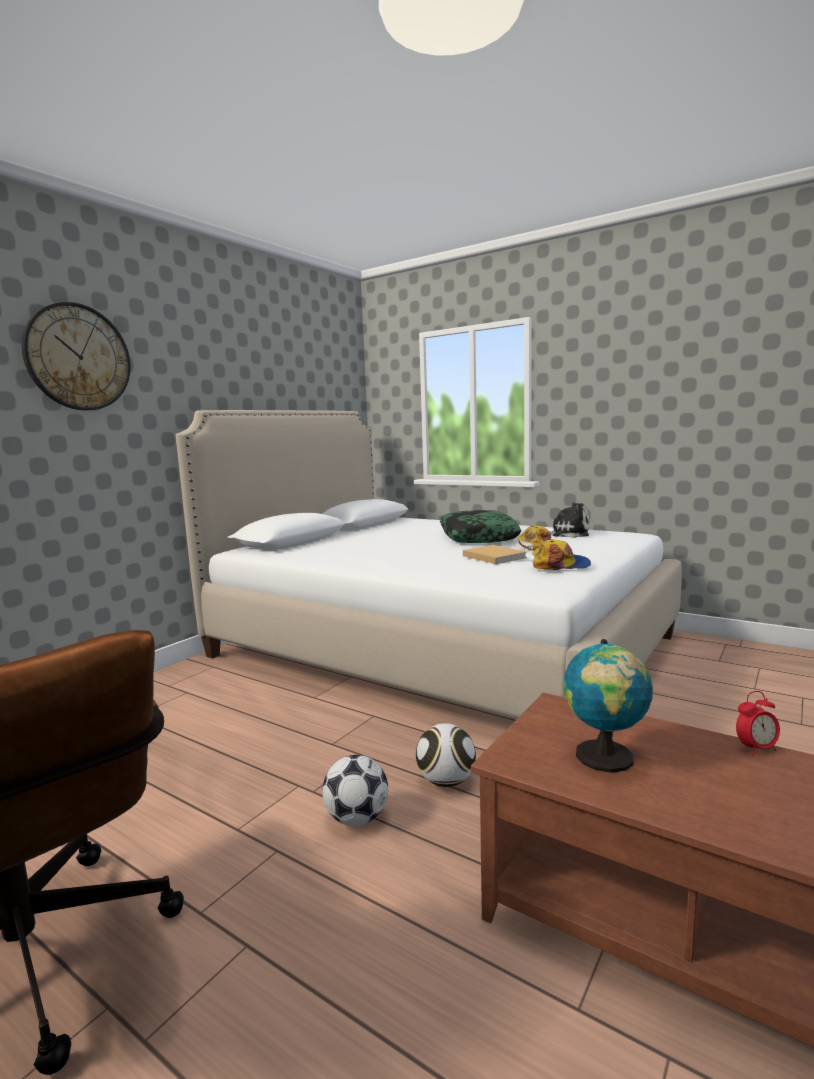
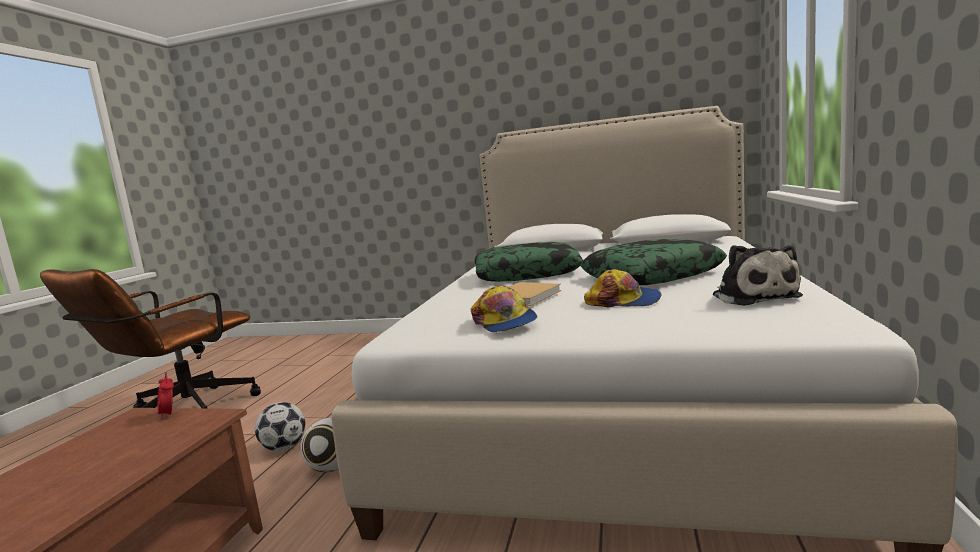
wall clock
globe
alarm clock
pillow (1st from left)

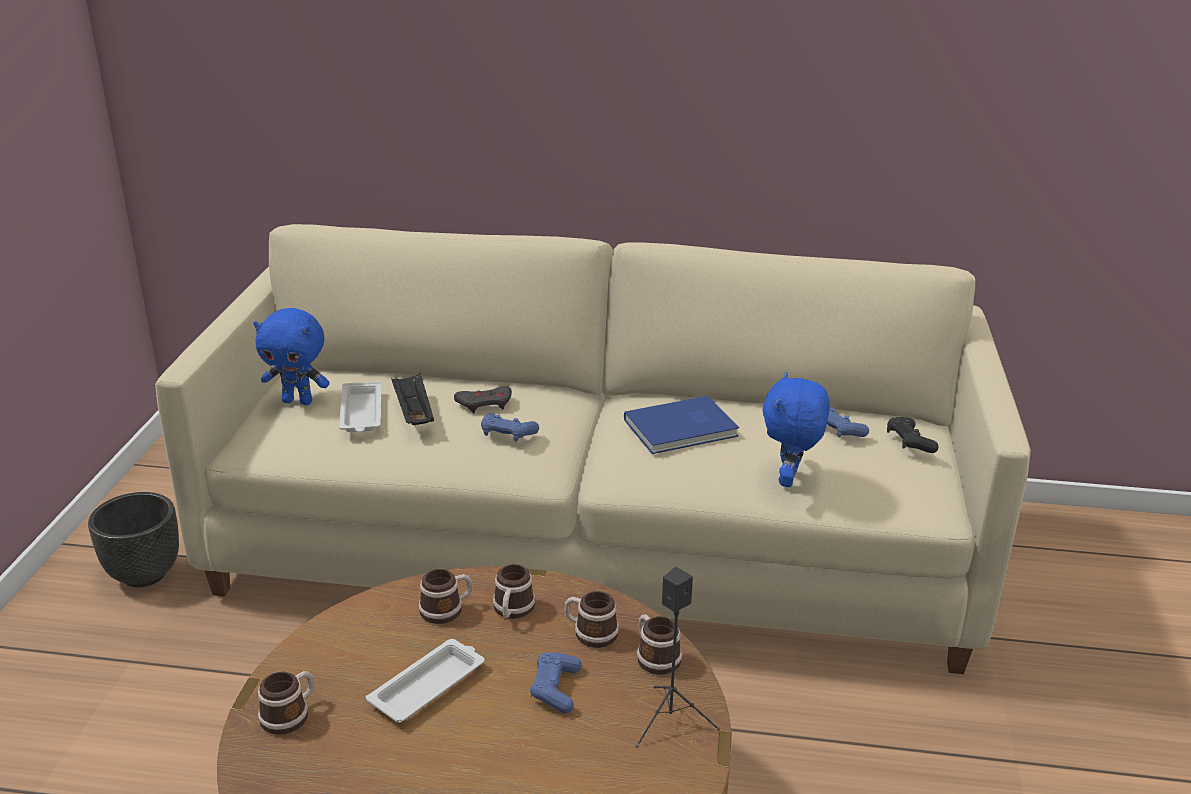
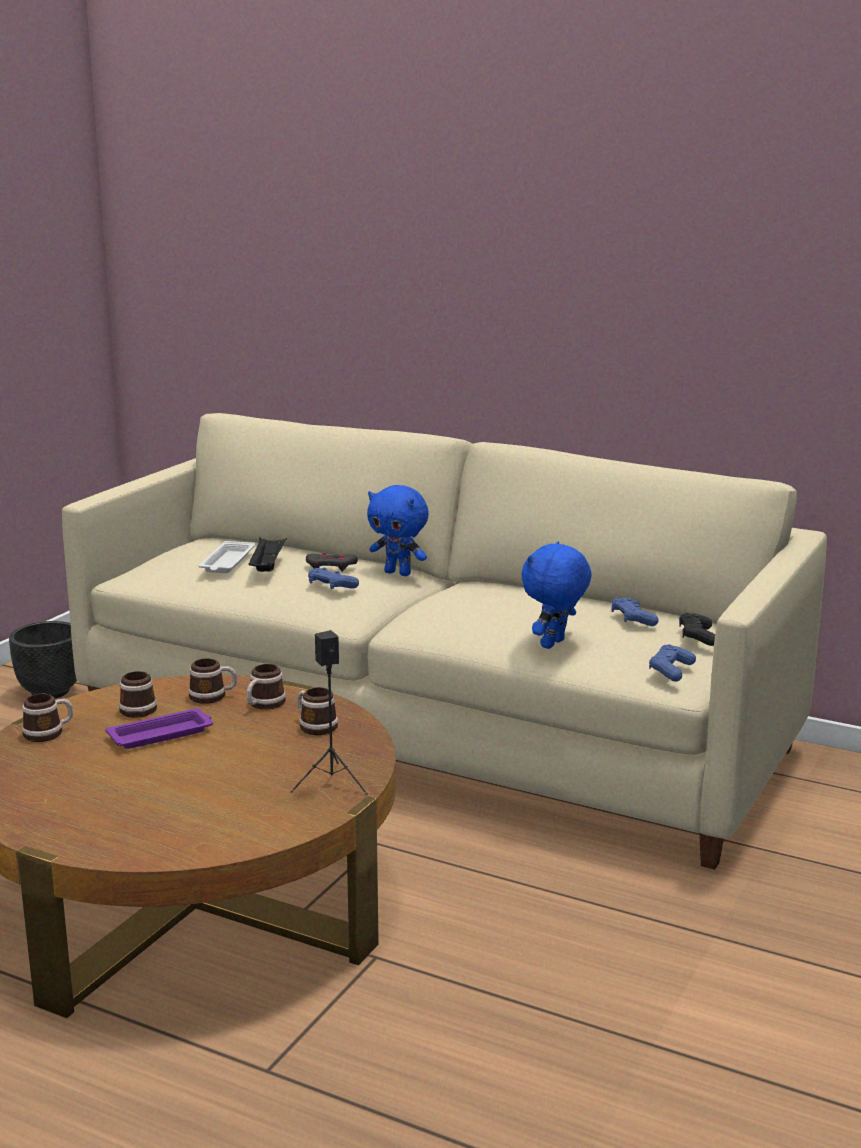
plush toy (blue) (1st from left)
book (blue)
mug (2nd from left)
tray (purple)
game controller (blue) (3rd from left)

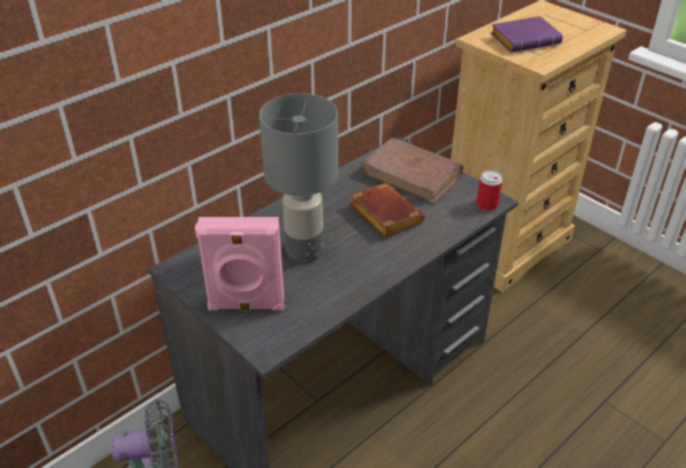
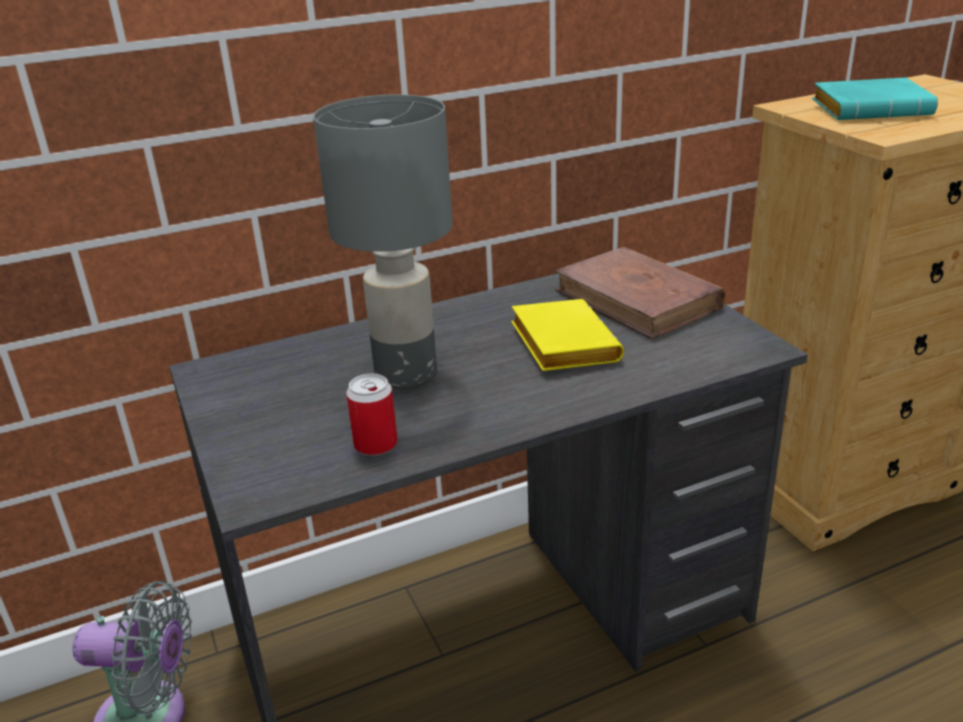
book (turquoise)
can
book (yellow)
speaker (pink)

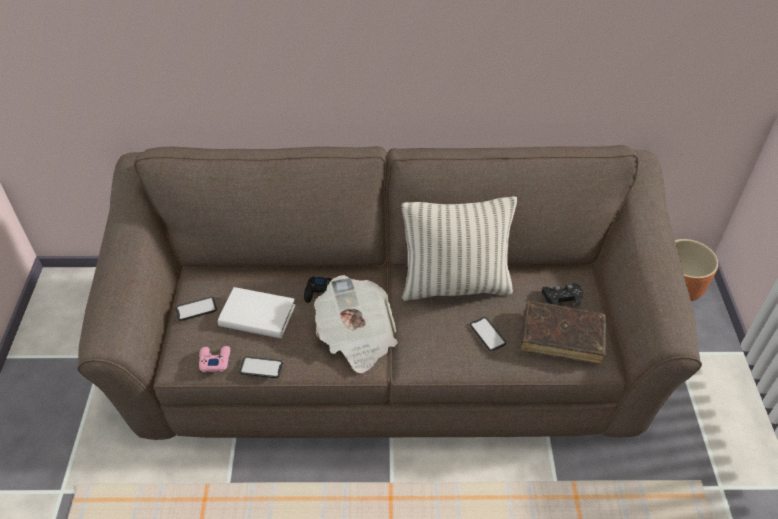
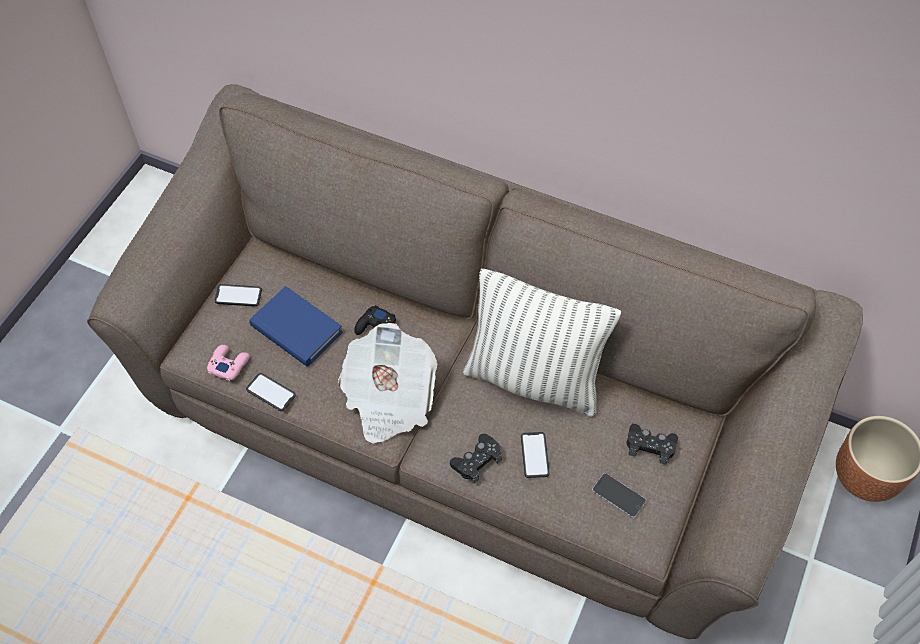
book (blue)
phone (4th from left)
game controller (black) (2nd from left)

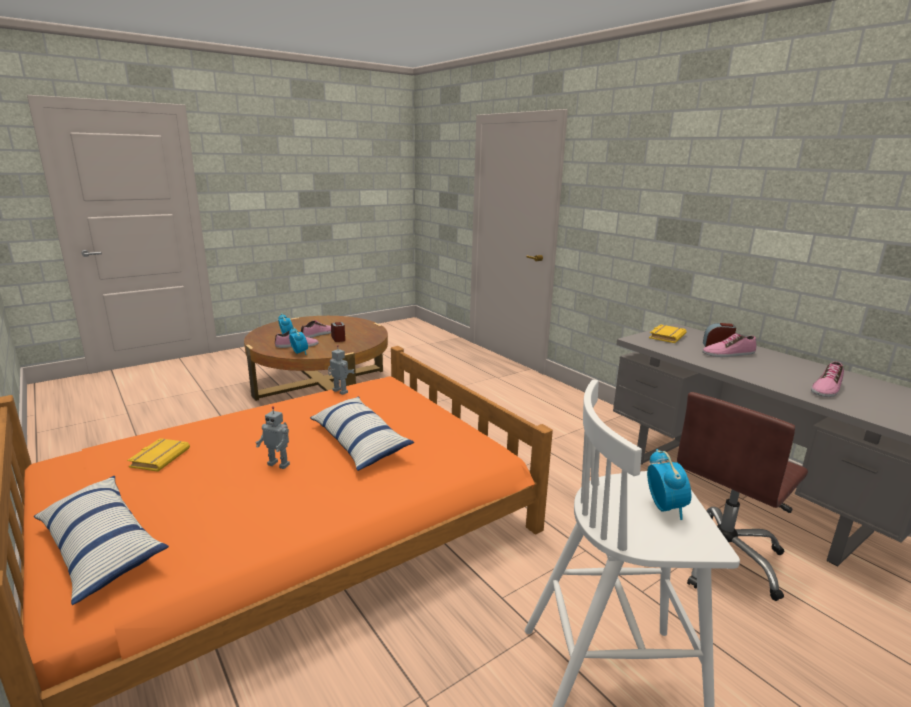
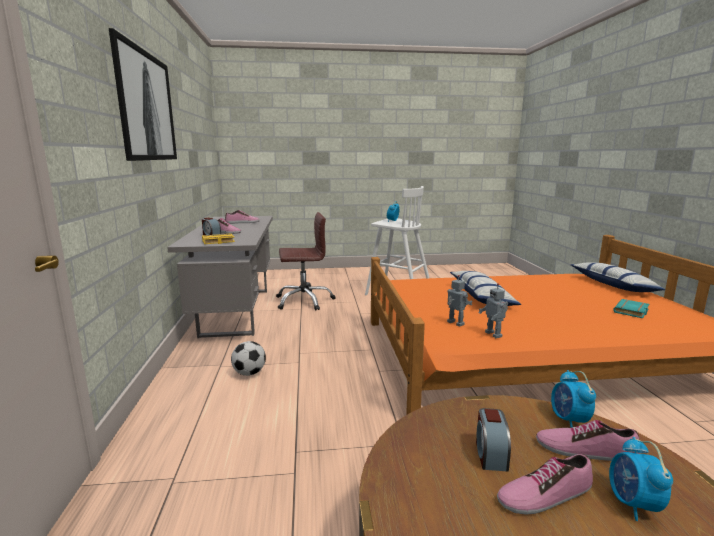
toy robot (1st from left)
book (turquoise)
picture
football

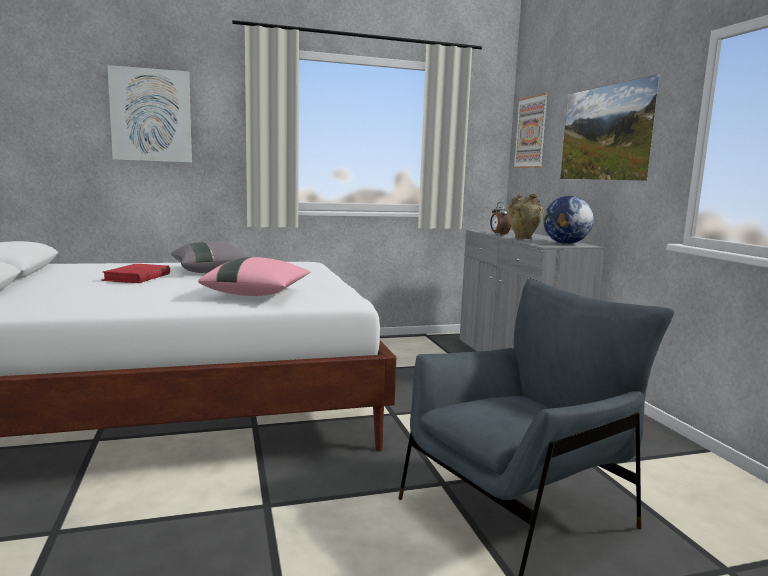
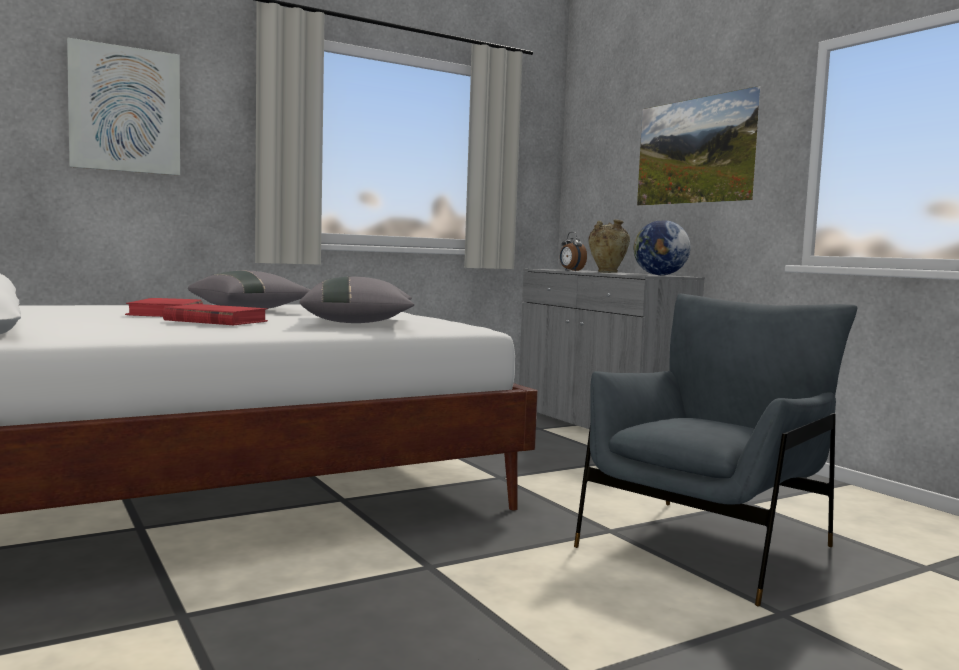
picture (2nd from left in the first image)
pillow (grey) (2nd from left)
book (red) (2nd from left)

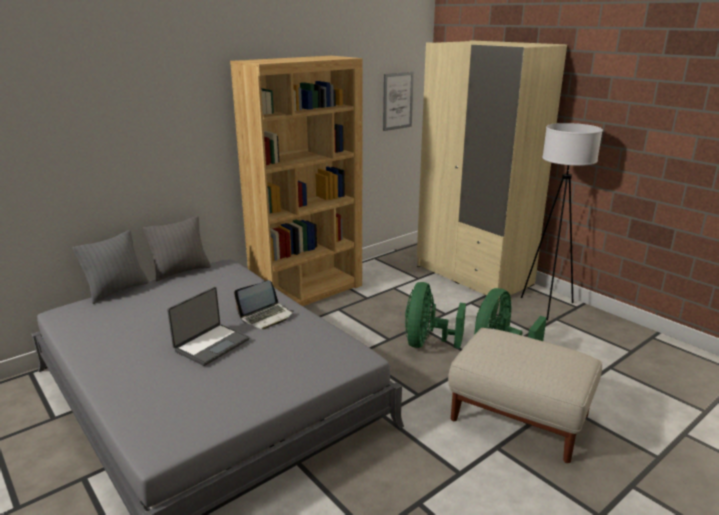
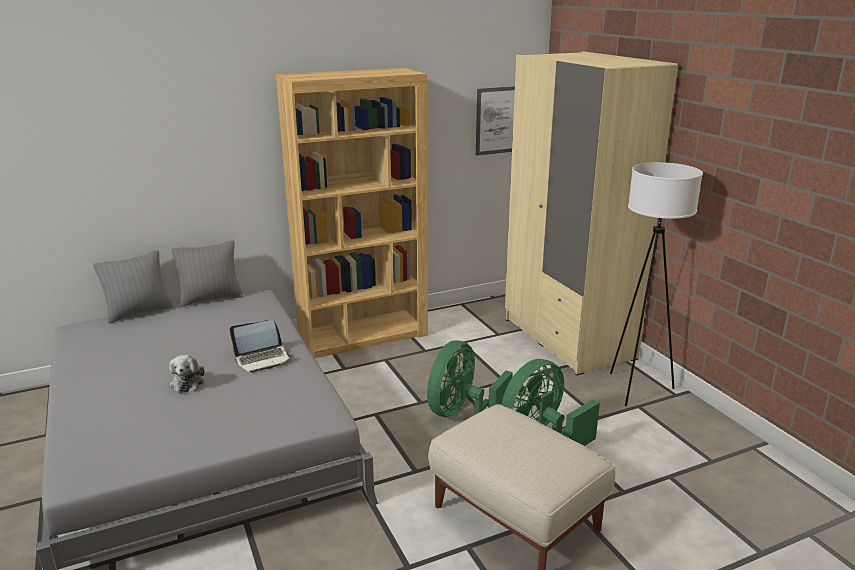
plush toy

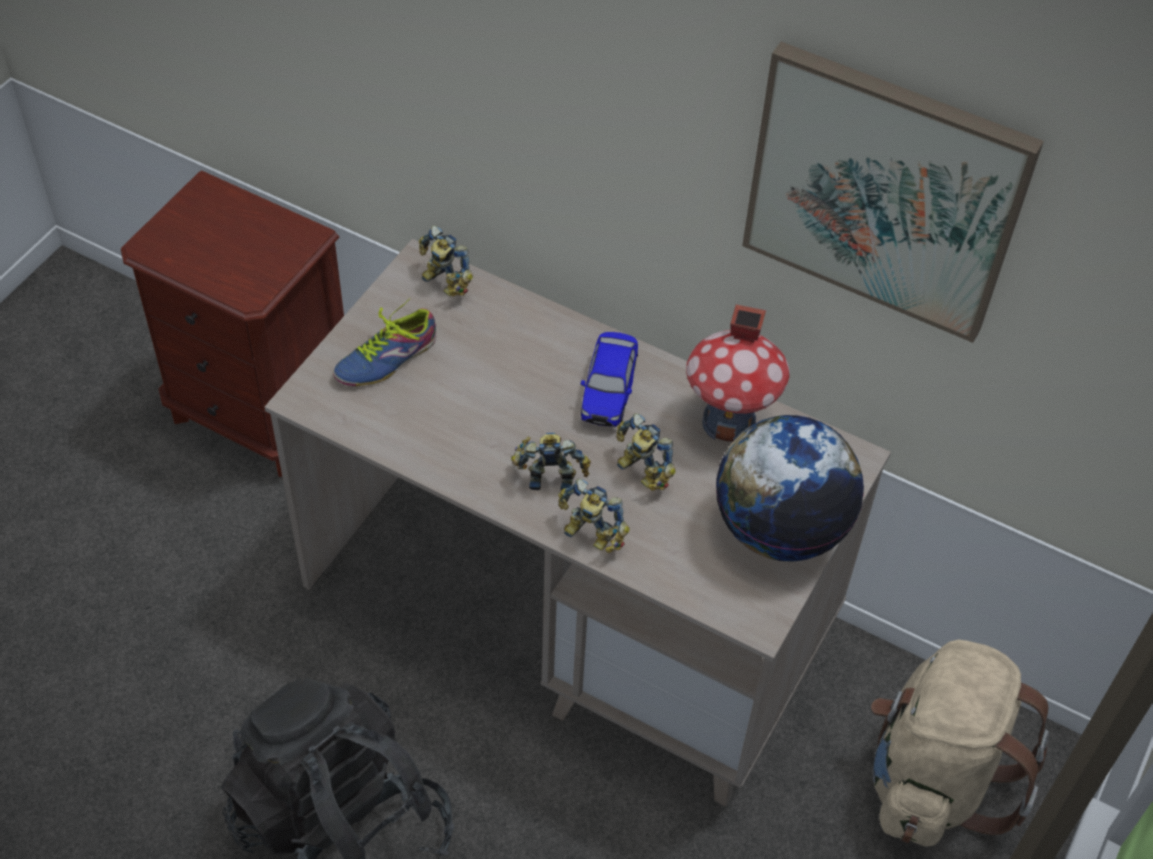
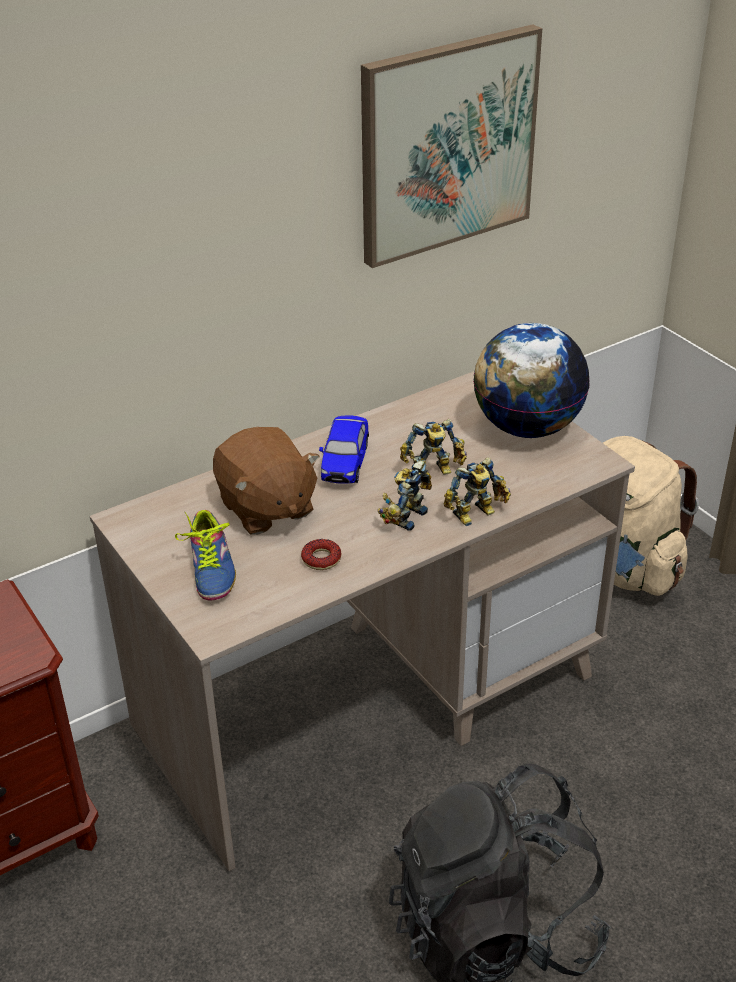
toy robot (1st from left in the first image)
toy house
toy car
plush toy (brown)
donut

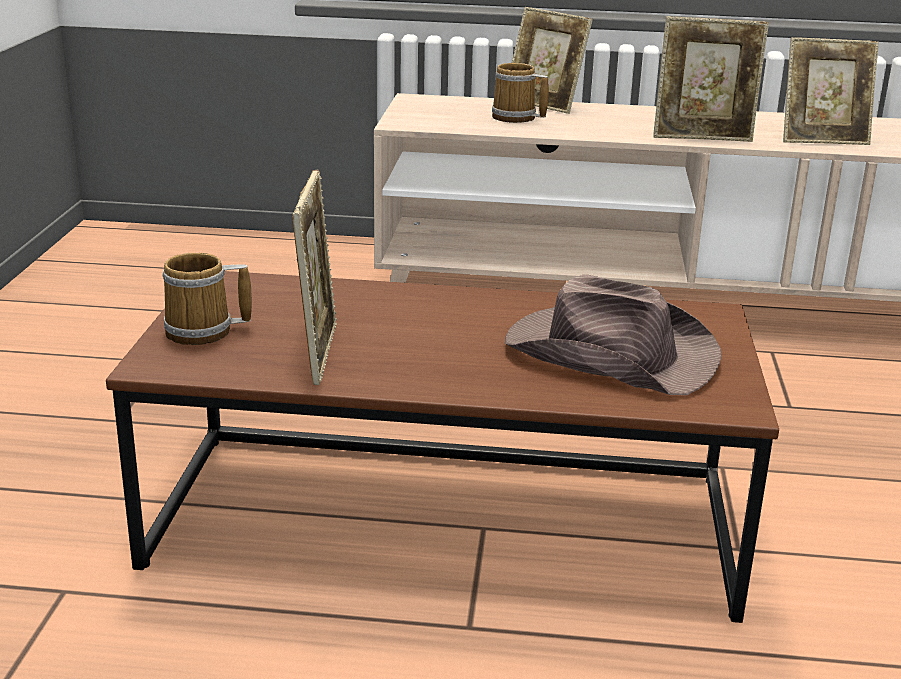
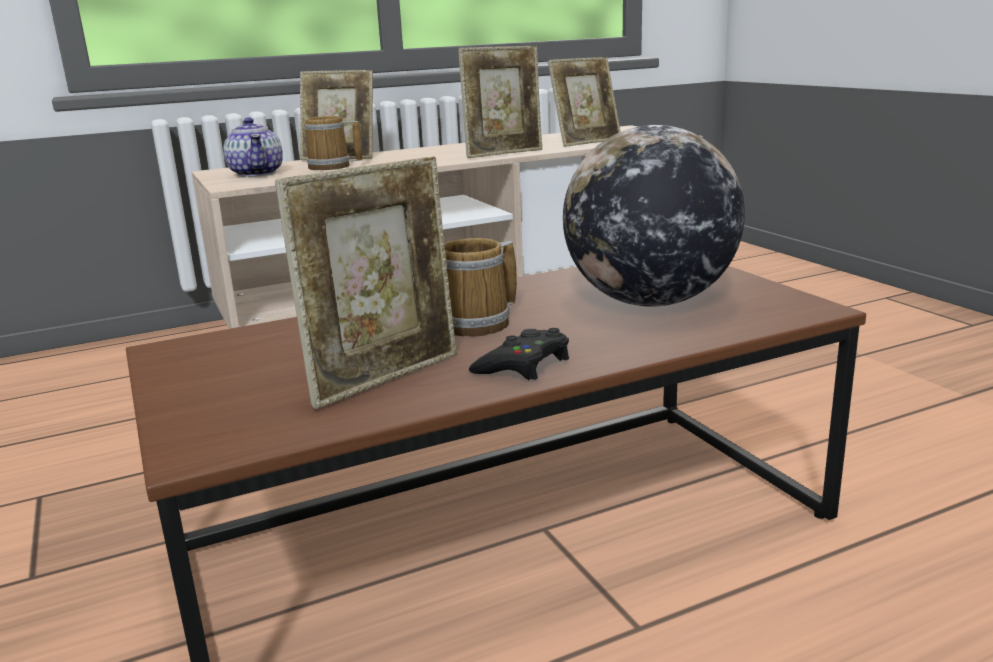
picture frame (2nd from left)
mug (2nd from left)
globe
teapot
game controller (black)

